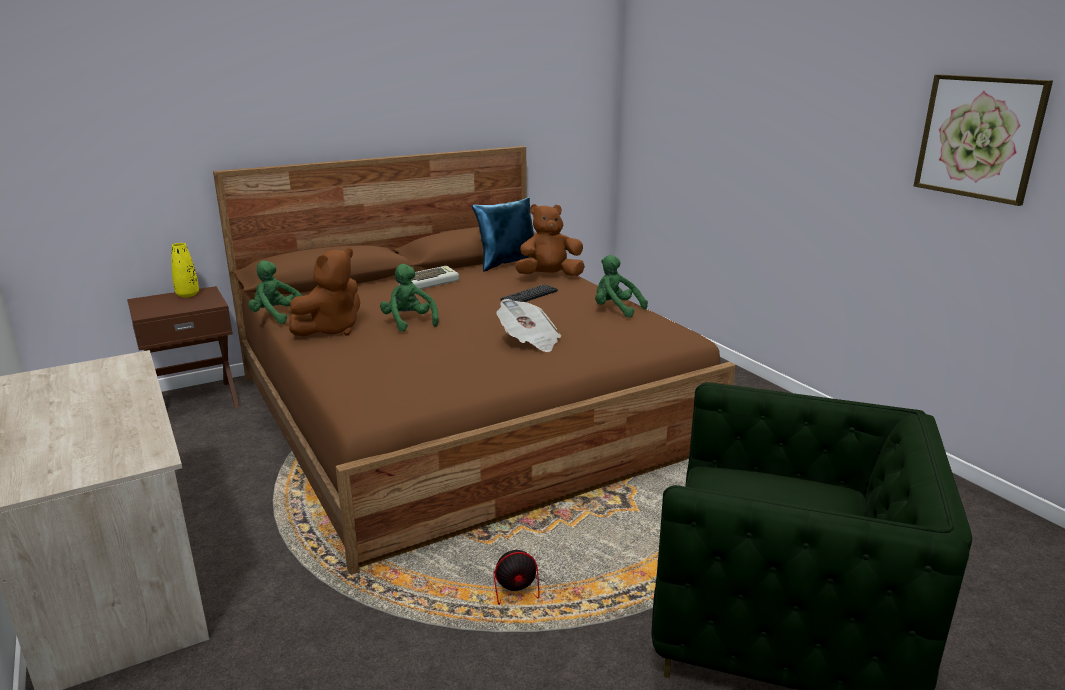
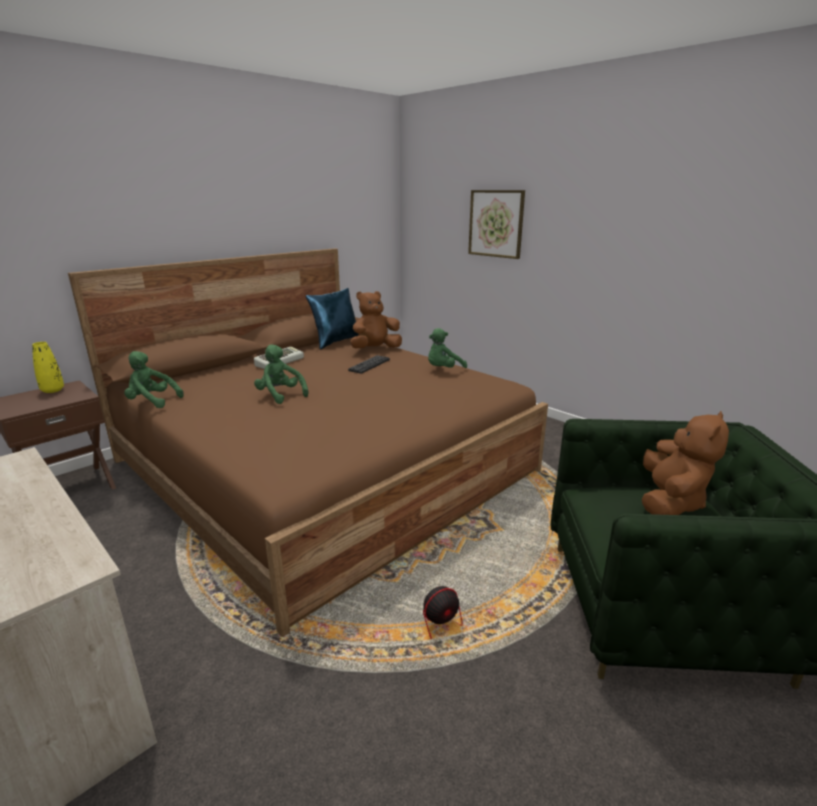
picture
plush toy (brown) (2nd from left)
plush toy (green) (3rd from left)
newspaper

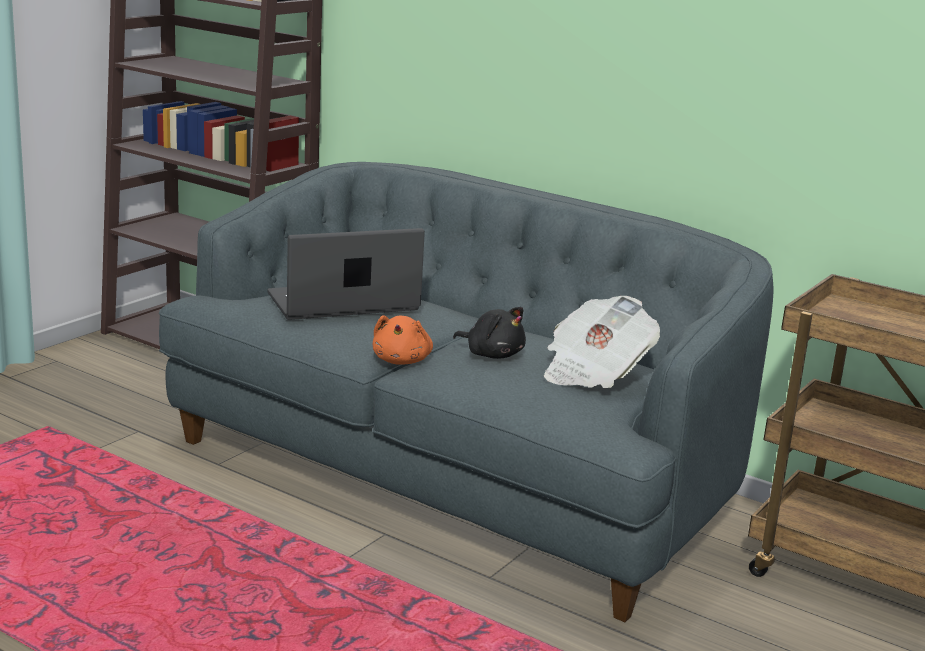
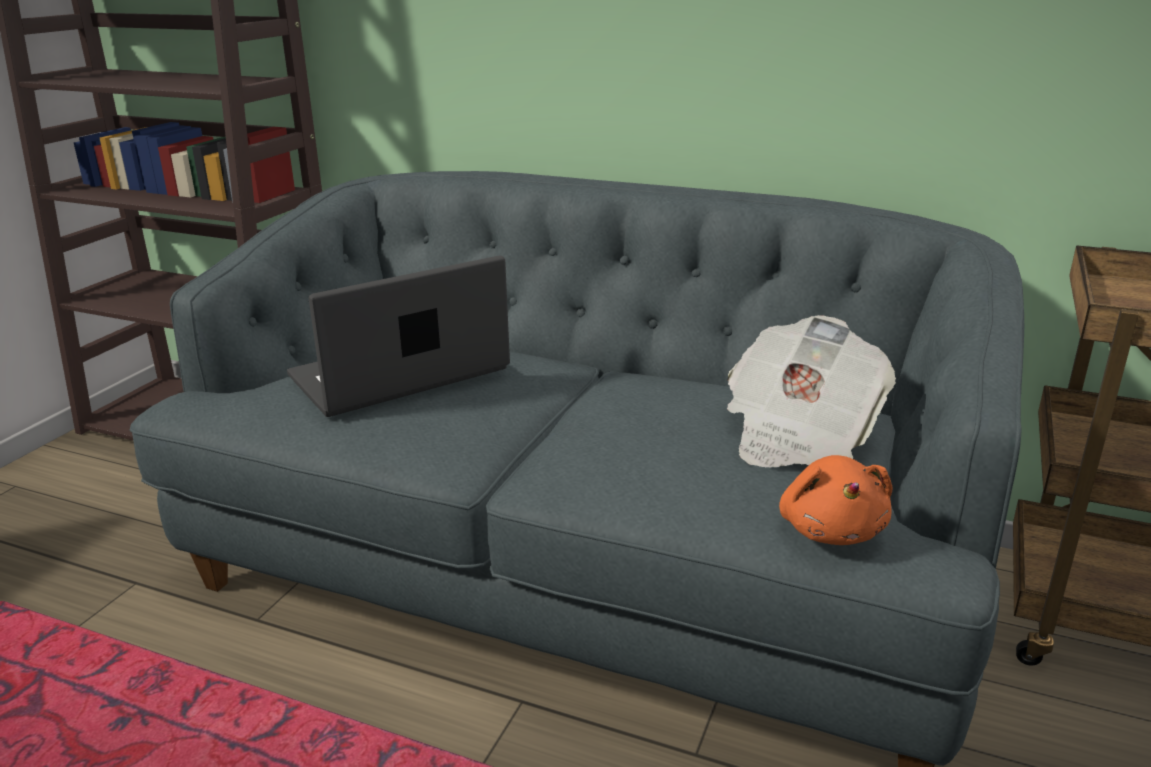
plush toy (black)
plush toy (orange)

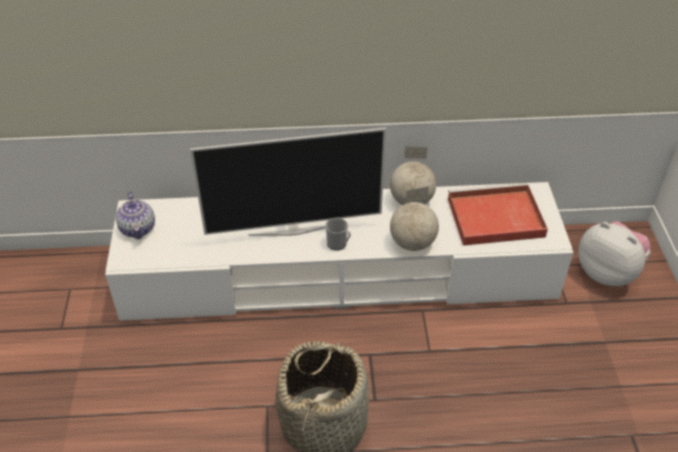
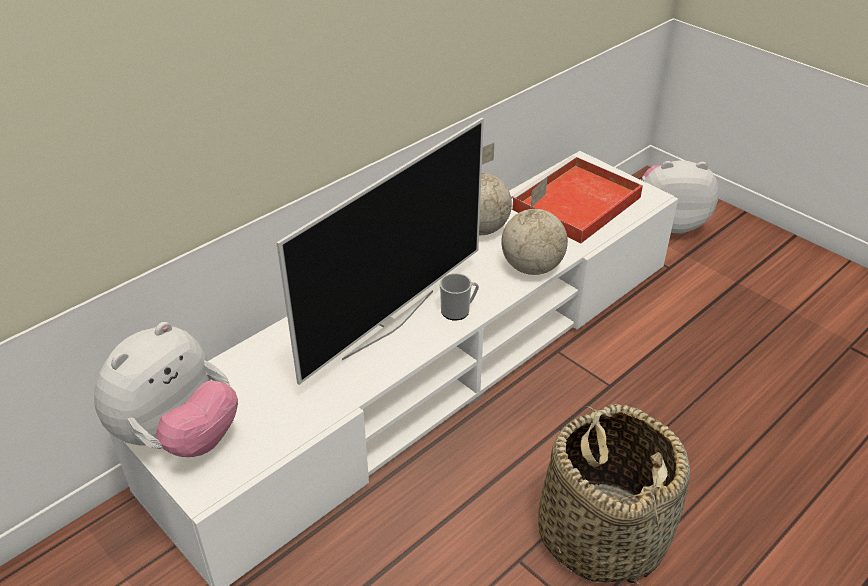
plush toy (1st from left)

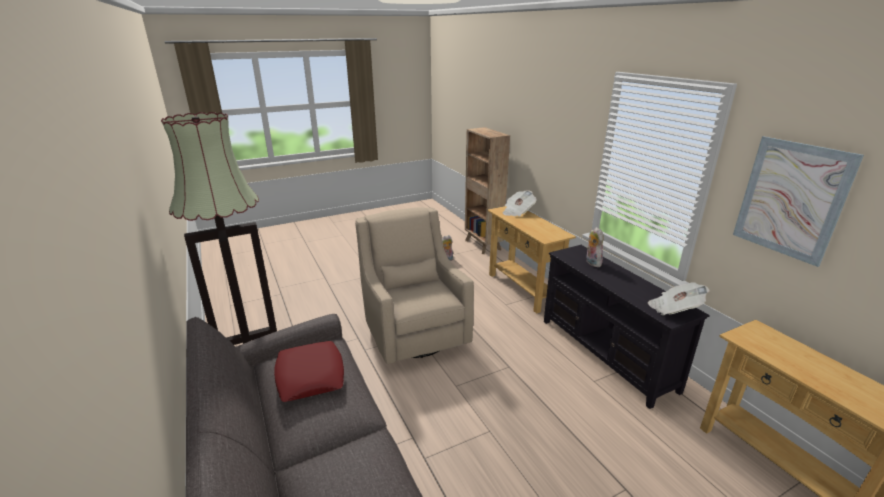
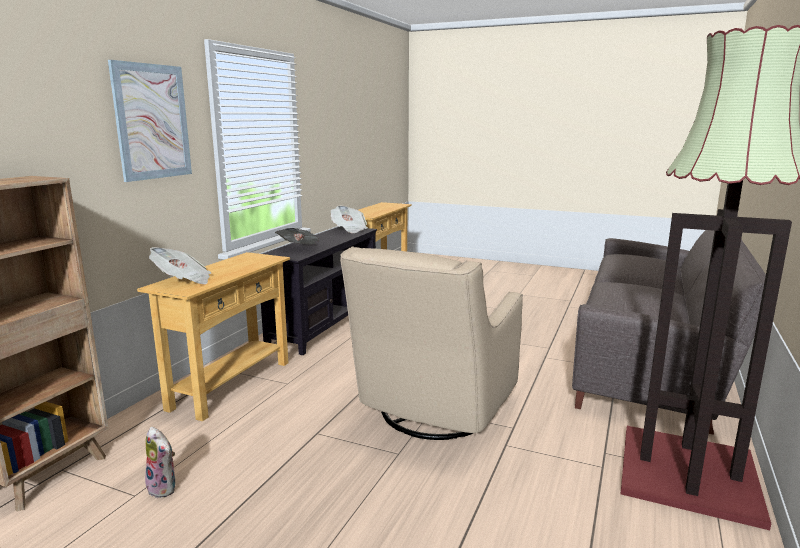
picture
newspaper (2nd from left)
pillow (red)

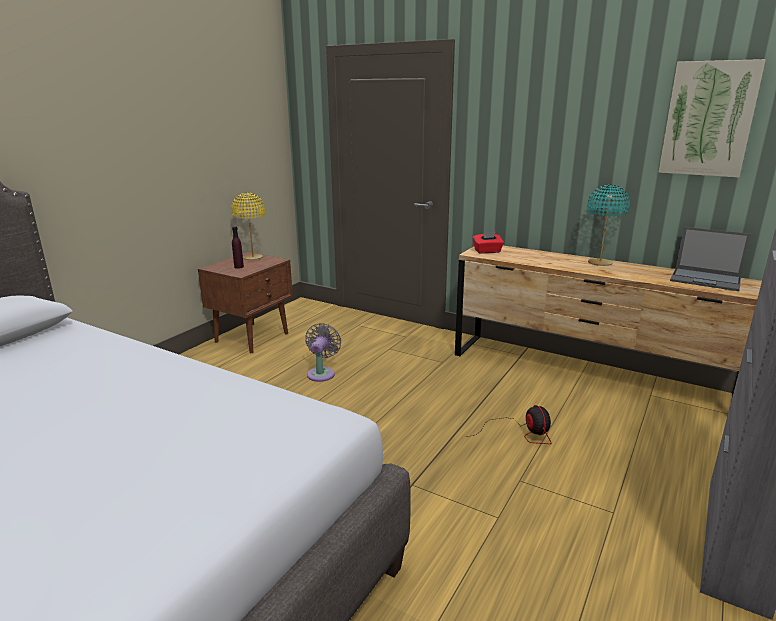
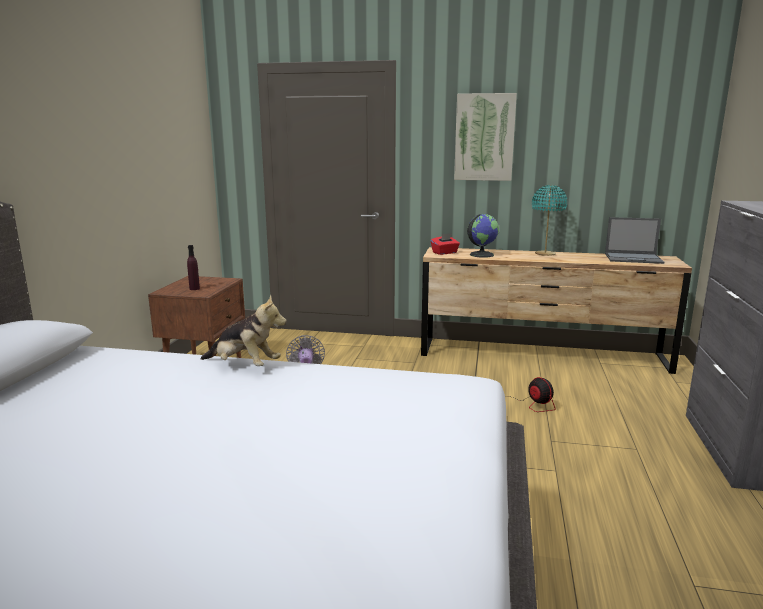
picture
table lamp (yellow)
globe
plush toy

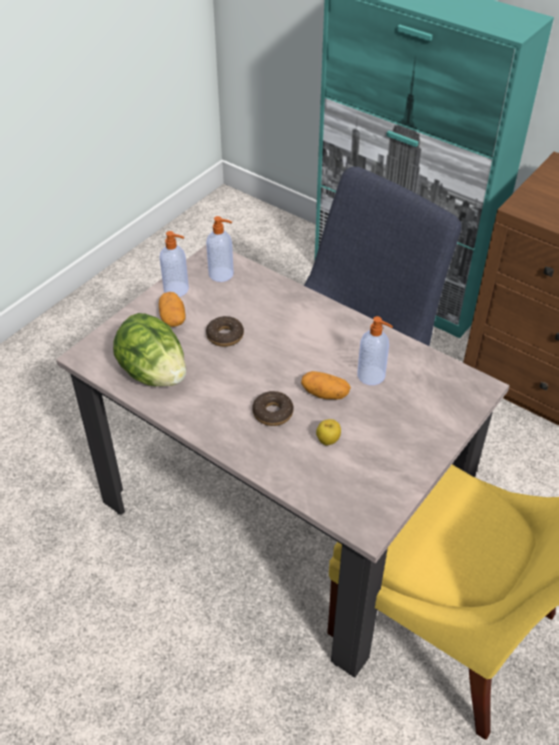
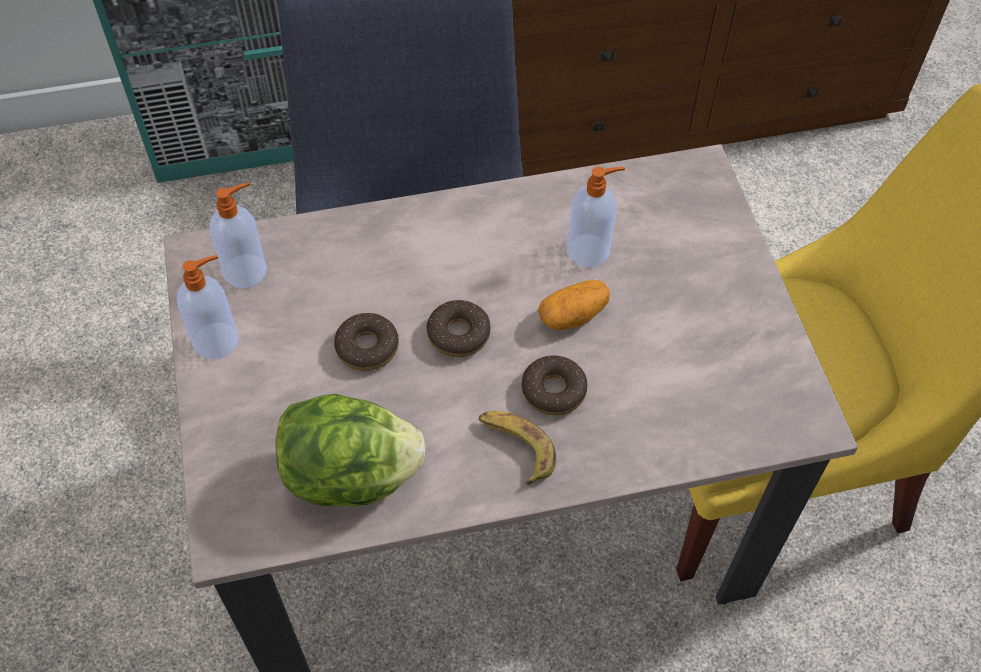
potato (1st from left in the first image)
apple
donut (2nd from left)
banana

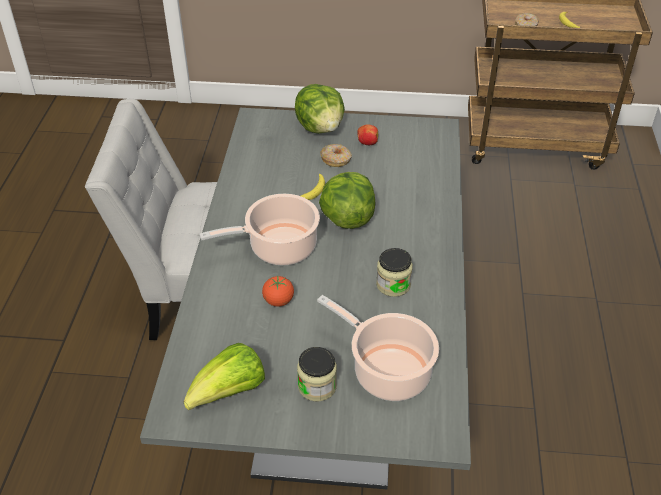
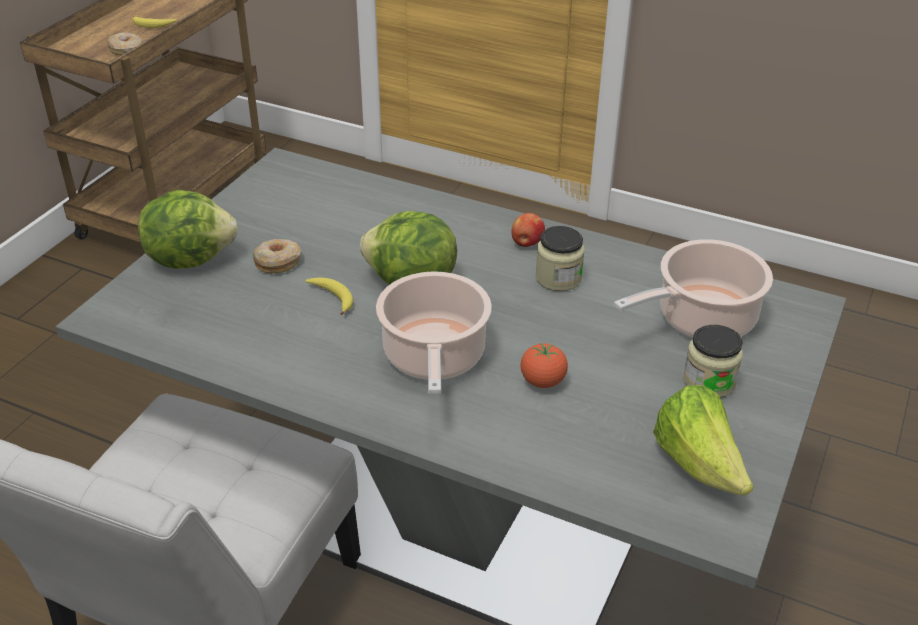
apple

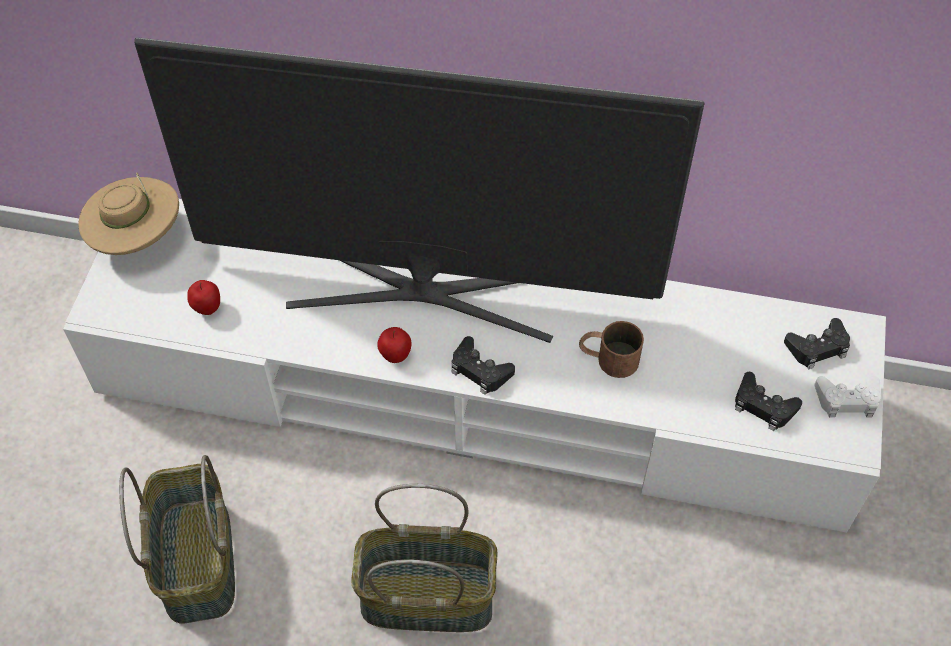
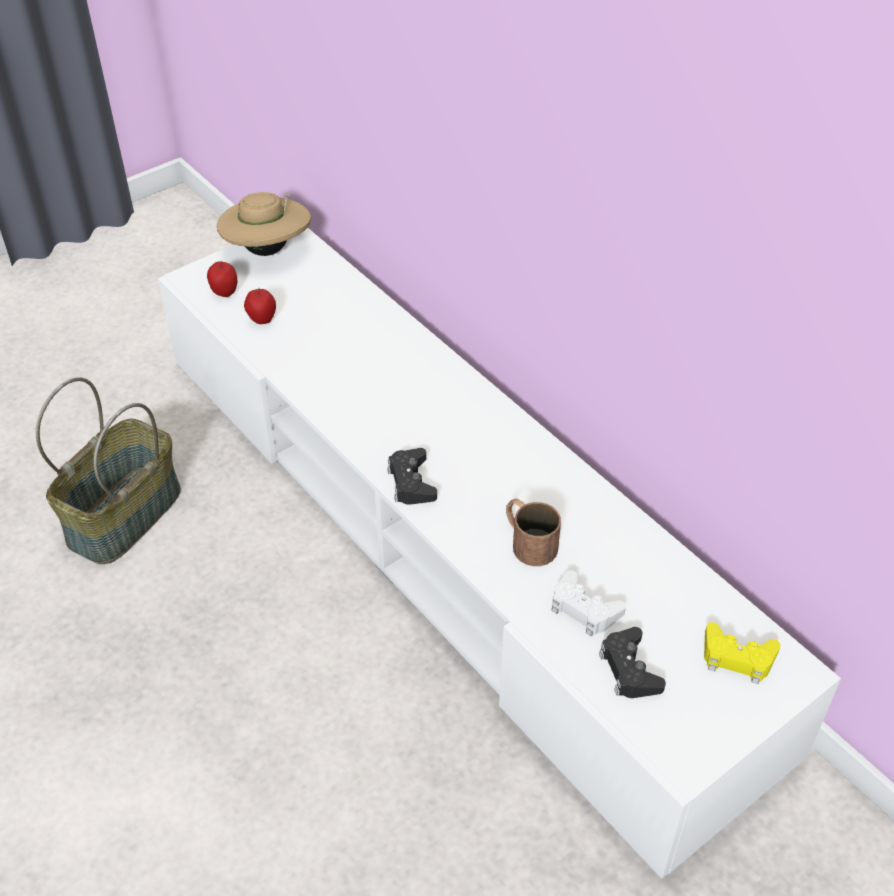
television
game controller (yellow)
apple (1st from left)
game controller (white)
basket (2nd from left in the first image)

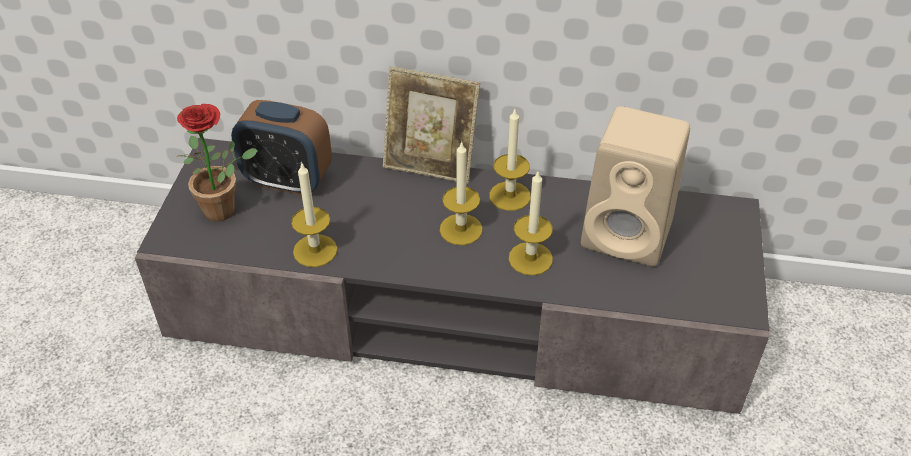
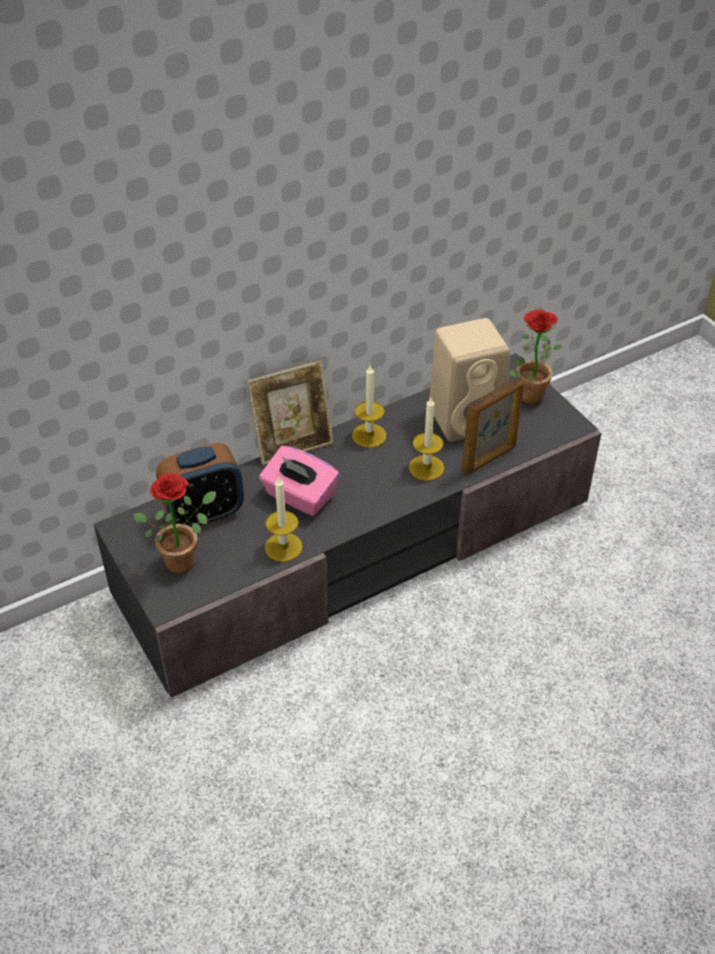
candle (2nd from left in the first image)
potted plant (2nd from left)
picture frame (2nd from left)
tissue box (pink)

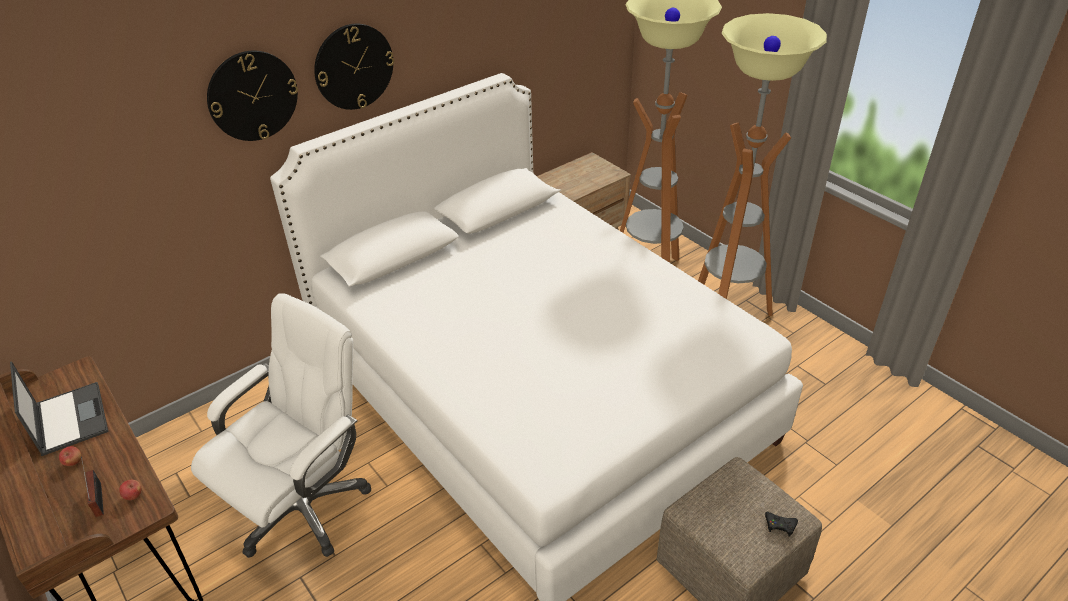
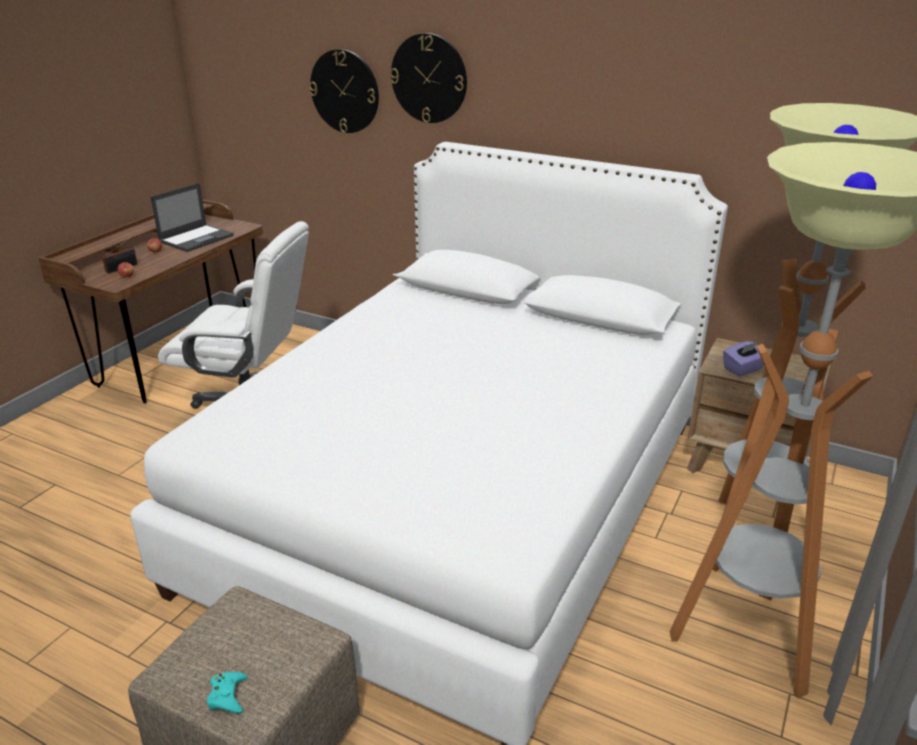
wall clock (1st from left)
game controller (turquoise)
tissue box (purple)

